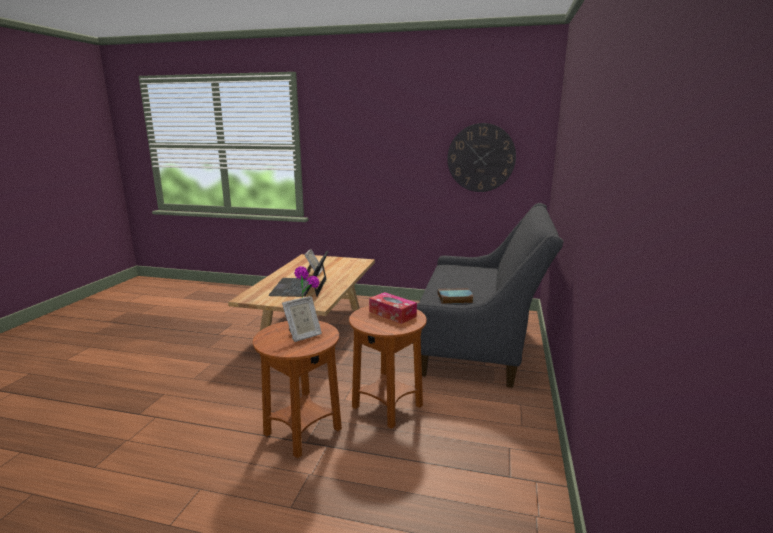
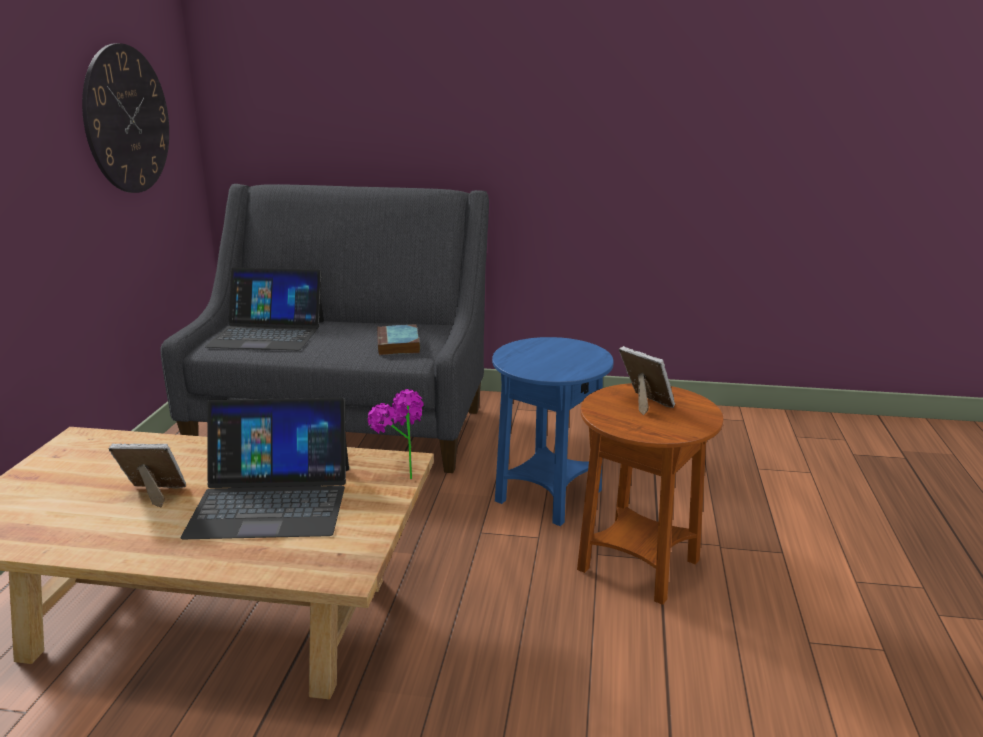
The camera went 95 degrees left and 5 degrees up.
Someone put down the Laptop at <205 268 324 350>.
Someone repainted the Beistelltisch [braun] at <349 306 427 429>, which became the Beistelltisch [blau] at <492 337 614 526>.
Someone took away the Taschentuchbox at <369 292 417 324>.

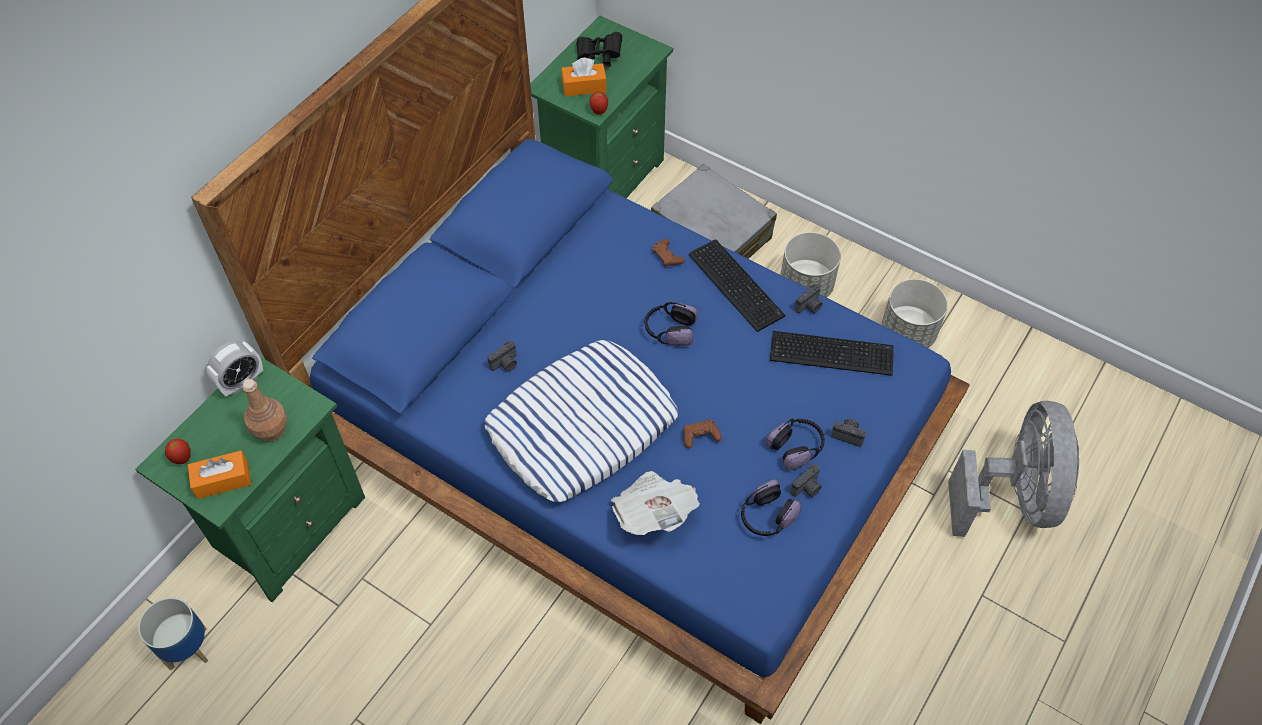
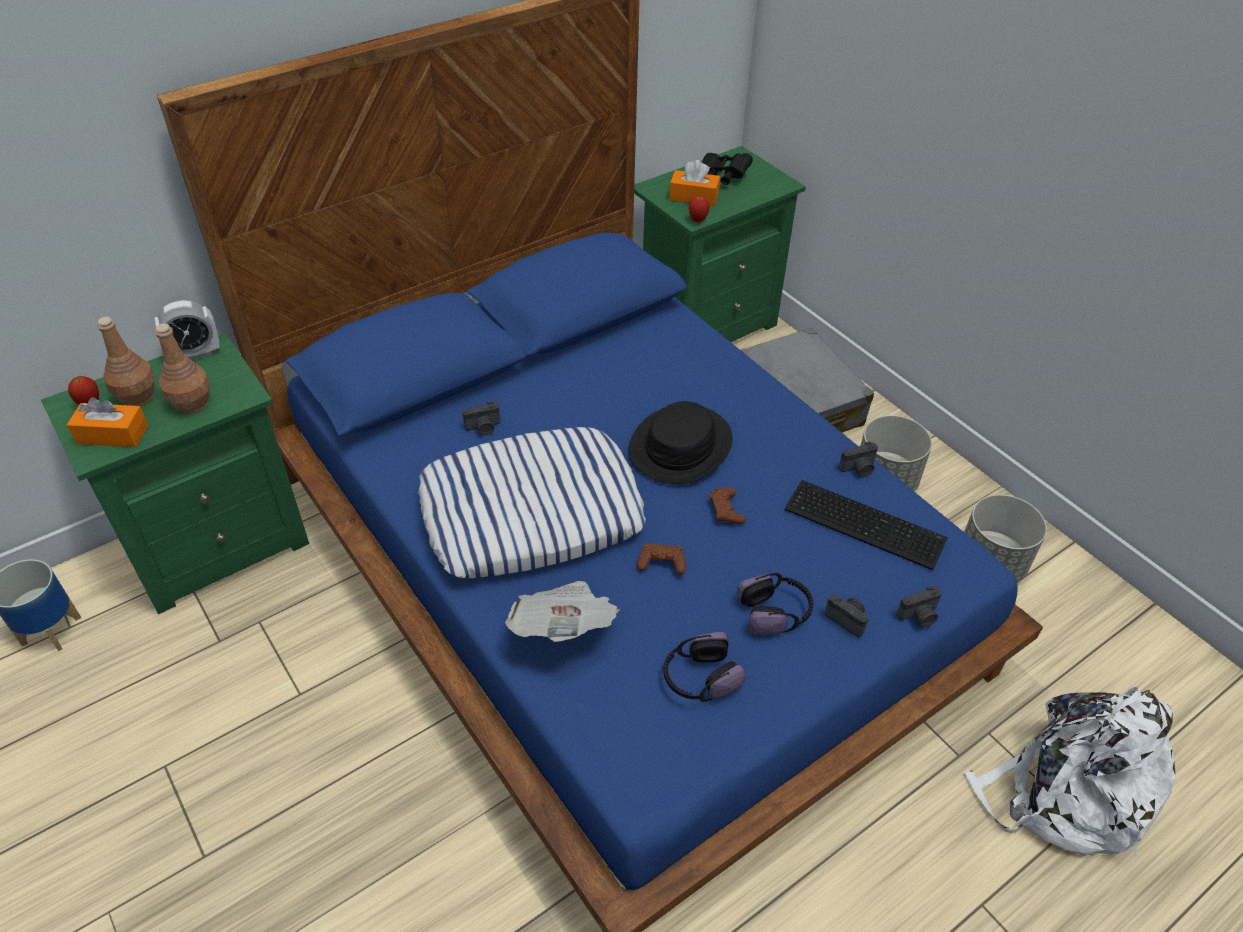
The camera went 20 degrees right and 10 degrees down.
Someone put down the Flasche [braun] at <97 317 155 406>.
Someone swapped the Kopfhörer at <645 302 698 346> for the Hut [schwarz] at <629 401 733 484>.
Someone carried the Gamepad [braun] from <652 239 684 267> to <709 488 746 524>.
Someone carried the Kamera from <791 464 822 497> to <896 586 942 627>.
Someone swapped the Ventilator [grau] at <948 401 1079 537> for the Rucksack [weiß] at <964 687 1176 858>.
Someone took away the Tastatur at <689 240 786 332>.

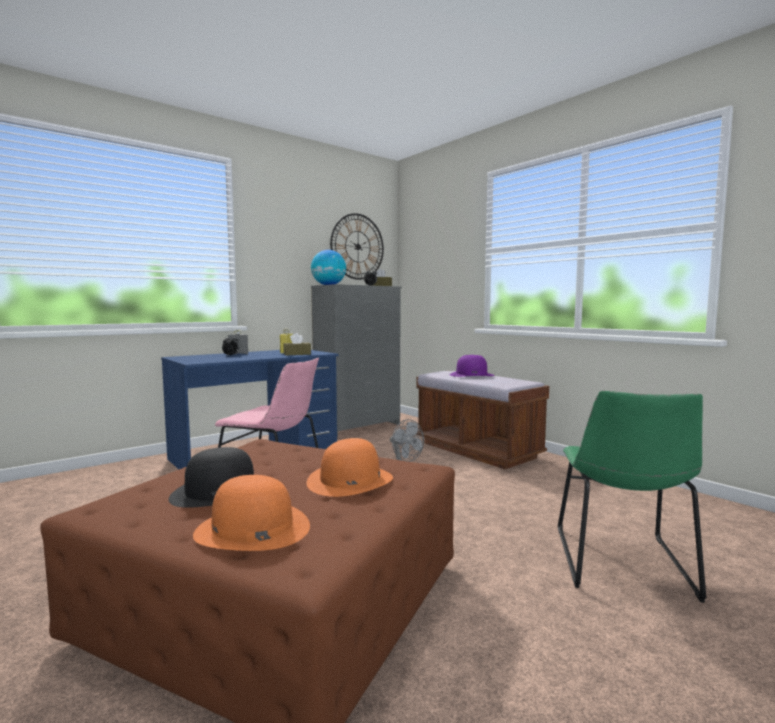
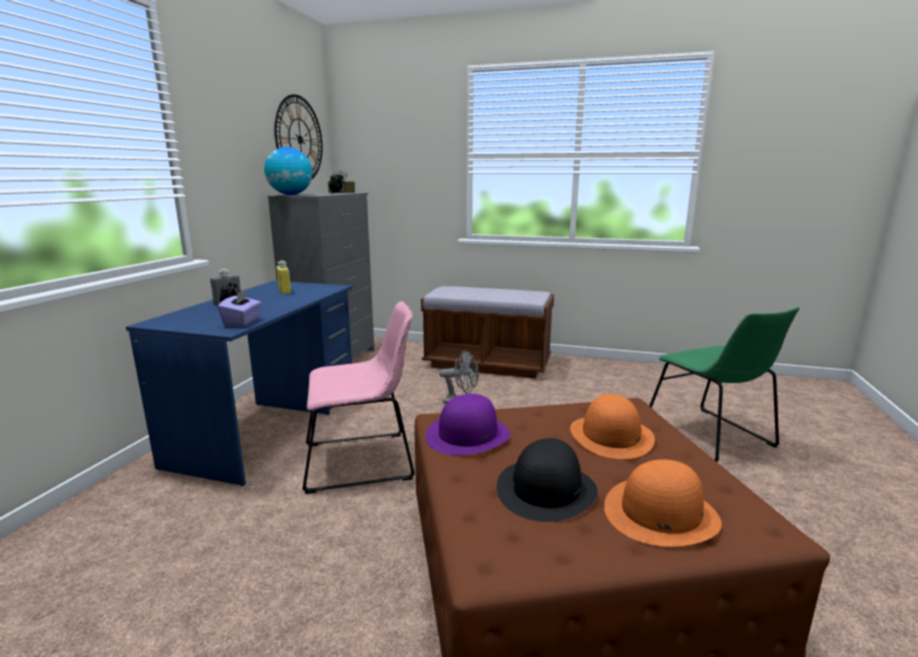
The camera went 35 degrees left and 10 degrees up.
Someone put down the Taschentuchbox [lila] at <218 289 261 327>.
Someone carried the Hut [lila] from <450 355 494 377> to <425 394 510 456>.
Someone took away the Taschentuchbox [braun] at <283 333 311 355>.

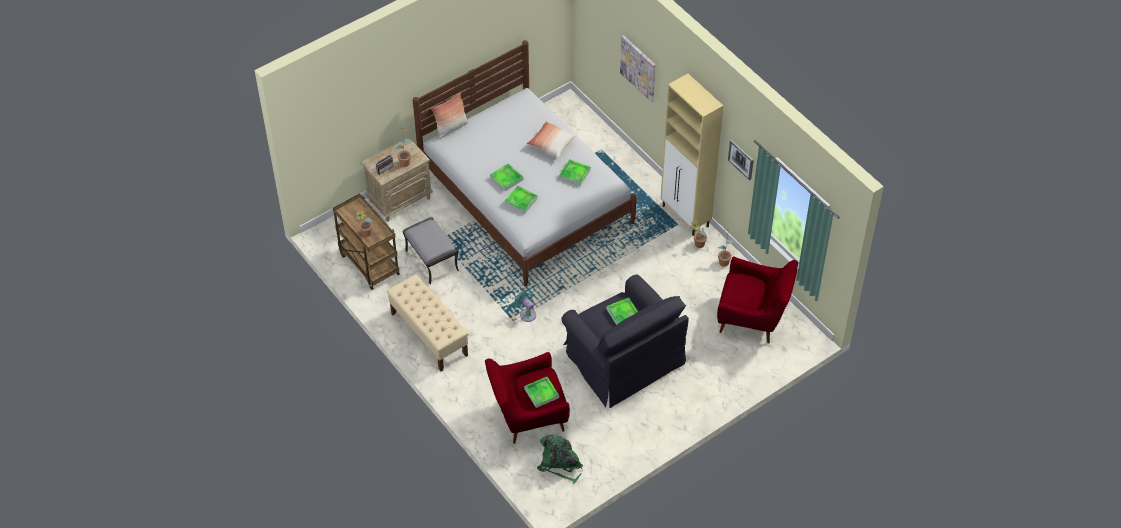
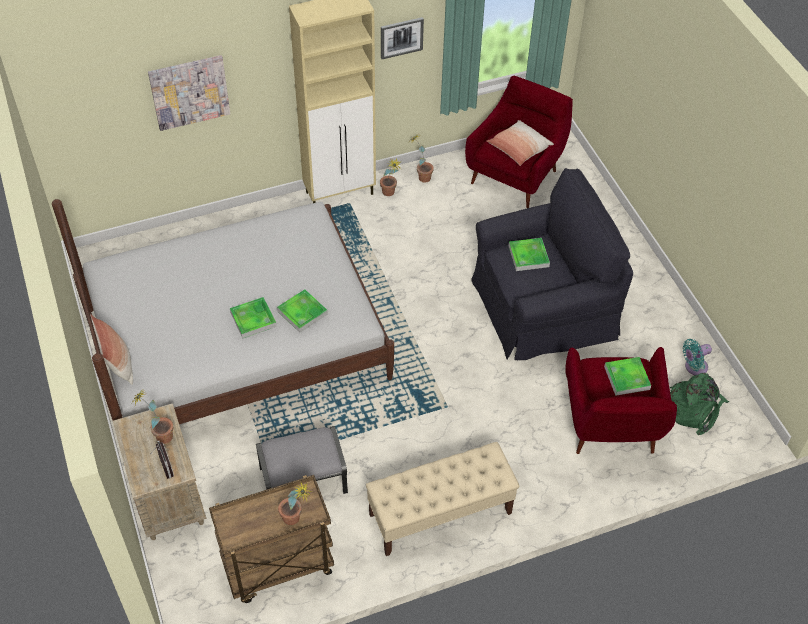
The camera went 75 degrees left and 0 degrees up.
Someone carried the Kissen from <527 121 576 159> to <487 120 554 166>.
Someone carried the Ventilator [türkis] from <514 290 536 322> to <683 339 712 375>.
Someone took away the Tablett at <559 159 591 186>.

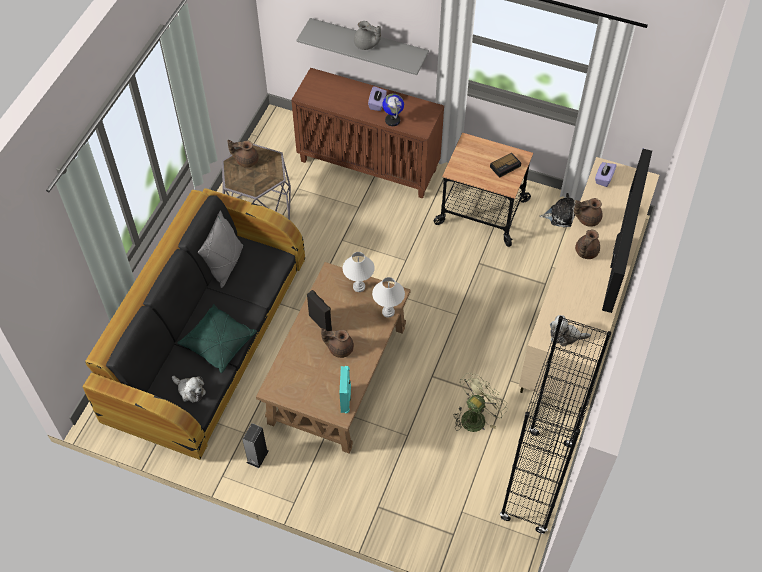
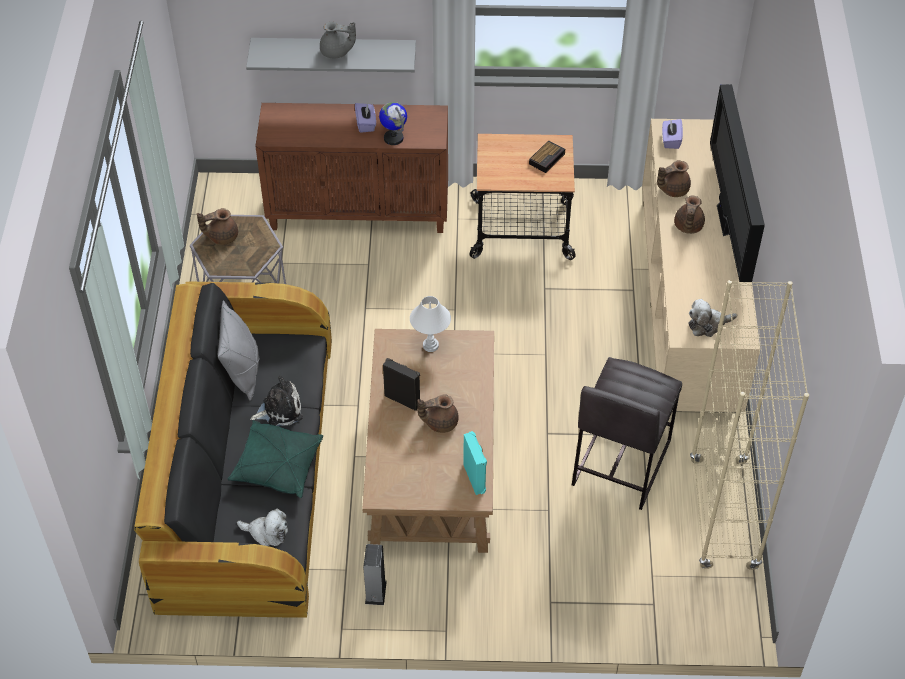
The camera went 20 degrees left and 5 degrees down.
Someone carried the Plüschtier from <539 193 575 228> to <250 375 303 426>.
Someone swapped the Ventilator [grün] at <454 373 508 432> for the Hocker [grau] at <572 357 682 510>.
Someone repainted the Bücherregal [schwarz] at <500 316 611 534>, which became the Bücherregal [beige] at <690 280 809 570>.
Someone took away the Tischlampe [weiß] at <372 277 405 318>.

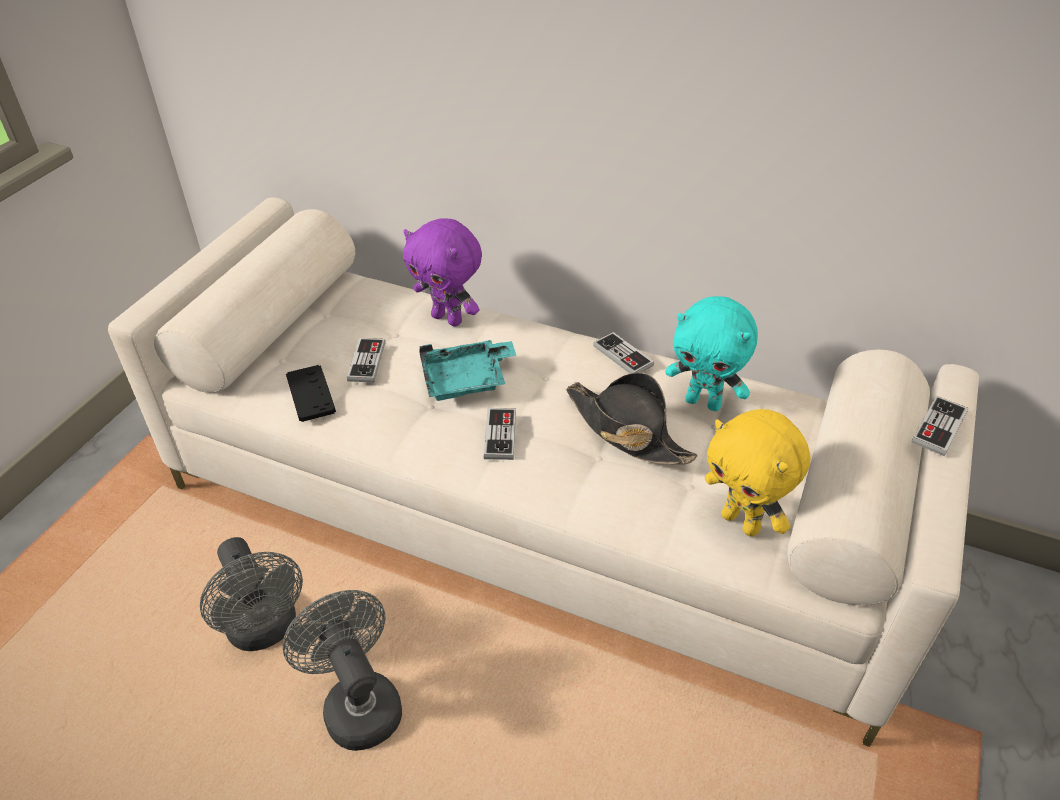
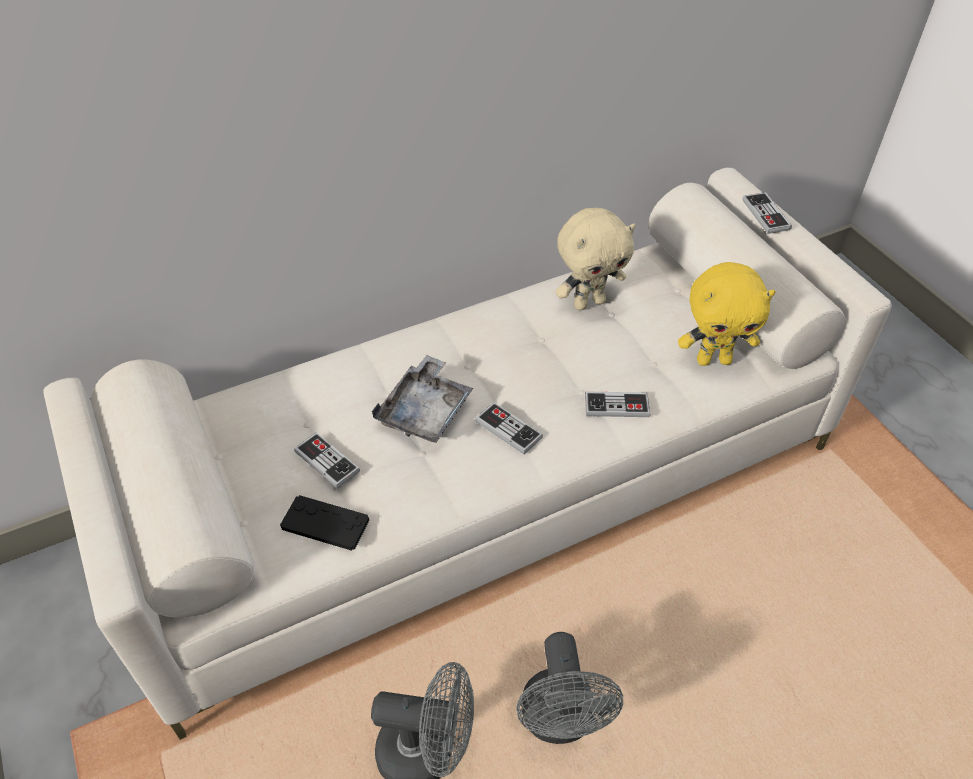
The camera went 50 degrees left and 5 degrees up.
Someone repainted the Tablett [türkis] at <420 340 516 401>, which became the Tablett [grau] at <372 355 473 443>.
Someone rotated the Ventilator [grau] at <282 590 402 751> by 105 degrees counterclockwise.
Someone repainted the Plüschtier [türkis] at <665 296 758 411>, which became the Plüschtier [beige] at <556 208 636 310>.
Someone carried the Gamepad from <593 332 654 373> to <585 391 650 417>.
Someone took away the Plüschtier [lila] at <403 218 482 327>.
Someone took away the Hut [schwarz] at <566 372 697 464>.

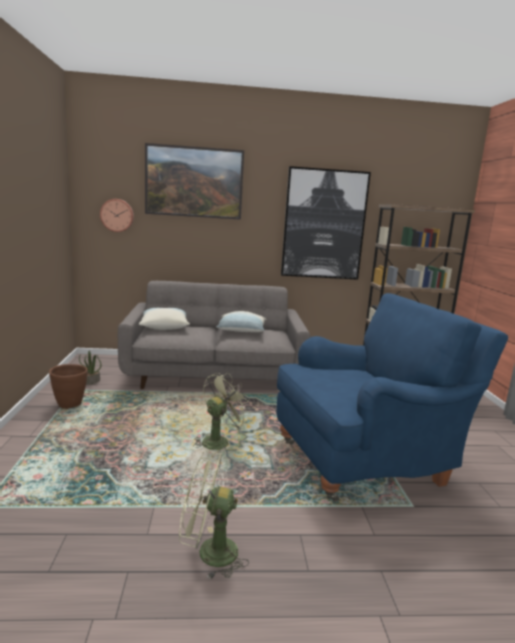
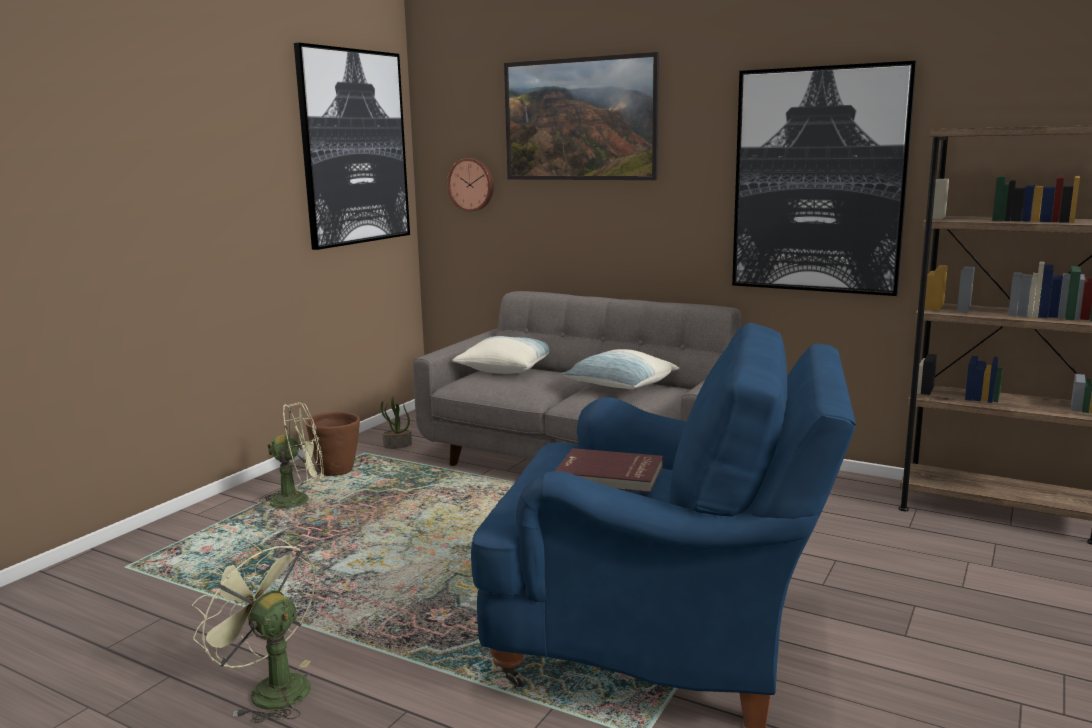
The camera went 35 degrees right and 0 degrees up.
Someone carried the Ventilator [grün] from <193 373 250 450> to <259 402 324 513>.
Someone put up the Bild at <294 43 410 250>.
Someone put down the Buch [rot] at <555 448 663 493>.

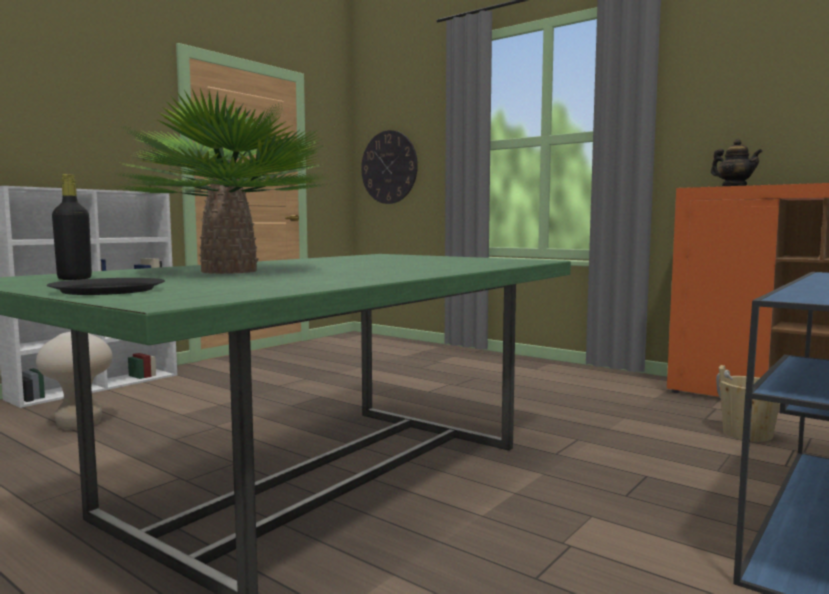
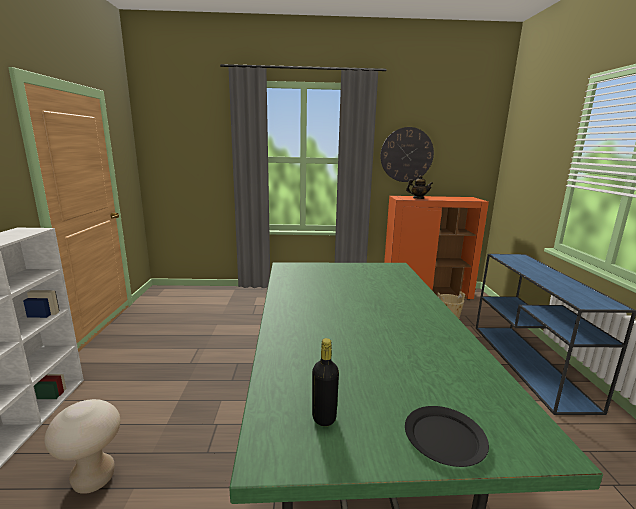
The camera went 40 degrees left and 10 degrees up.
Someone carried the Wanduhr from <361 130 418 204> to <380 127 434 182>.
Someone took away the Topfpflanze at <111 88 329 274>.

